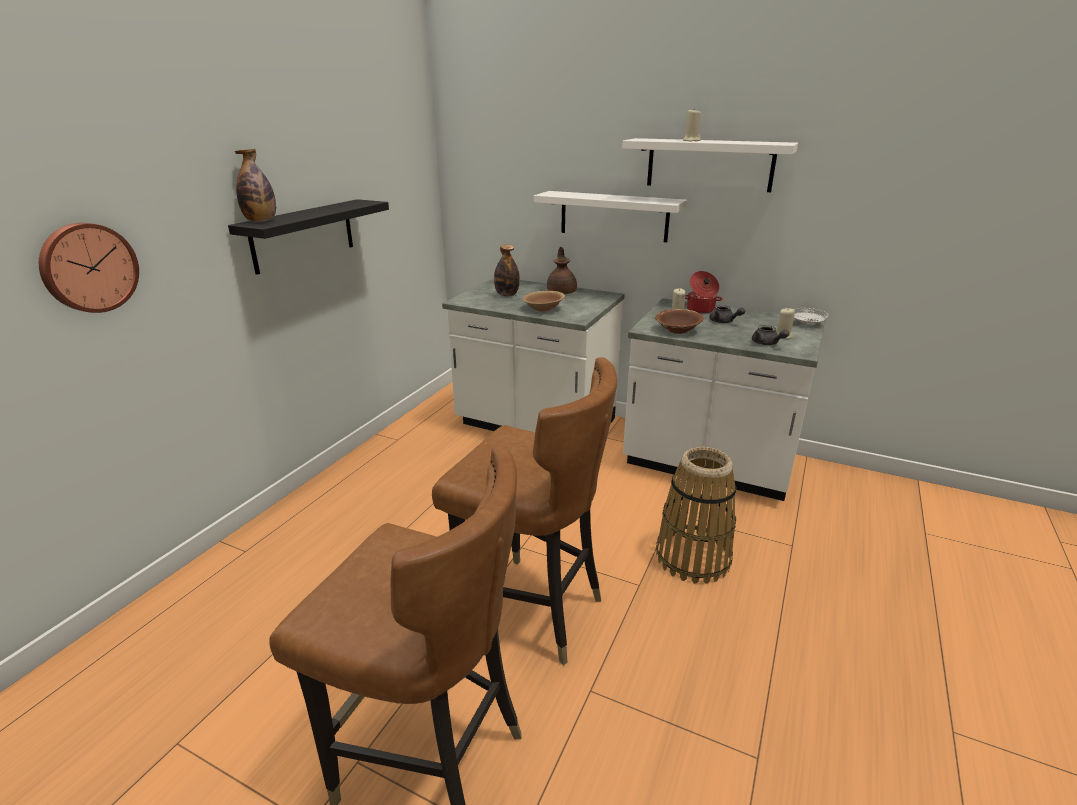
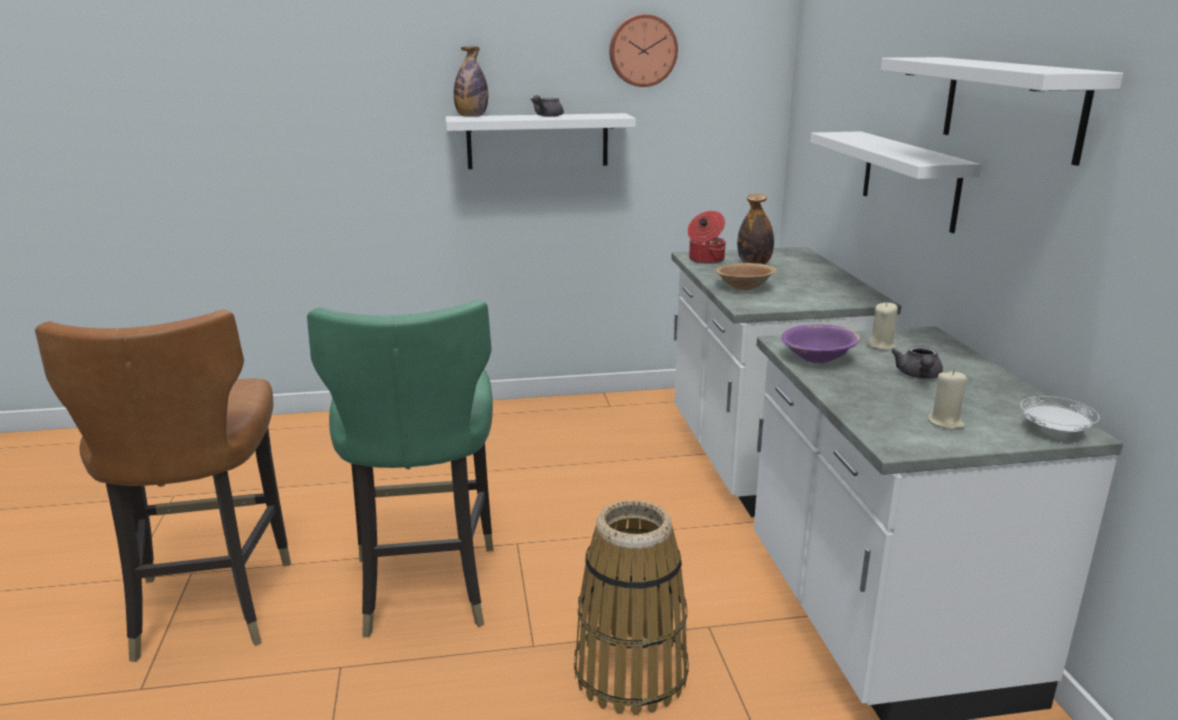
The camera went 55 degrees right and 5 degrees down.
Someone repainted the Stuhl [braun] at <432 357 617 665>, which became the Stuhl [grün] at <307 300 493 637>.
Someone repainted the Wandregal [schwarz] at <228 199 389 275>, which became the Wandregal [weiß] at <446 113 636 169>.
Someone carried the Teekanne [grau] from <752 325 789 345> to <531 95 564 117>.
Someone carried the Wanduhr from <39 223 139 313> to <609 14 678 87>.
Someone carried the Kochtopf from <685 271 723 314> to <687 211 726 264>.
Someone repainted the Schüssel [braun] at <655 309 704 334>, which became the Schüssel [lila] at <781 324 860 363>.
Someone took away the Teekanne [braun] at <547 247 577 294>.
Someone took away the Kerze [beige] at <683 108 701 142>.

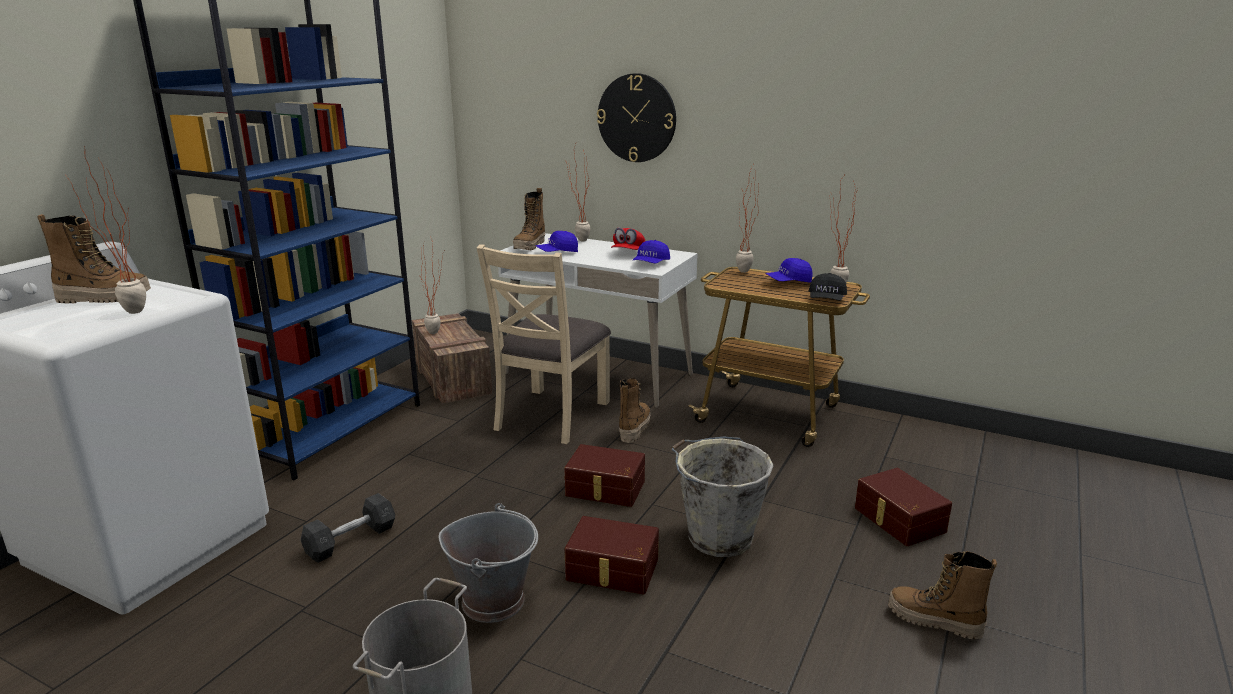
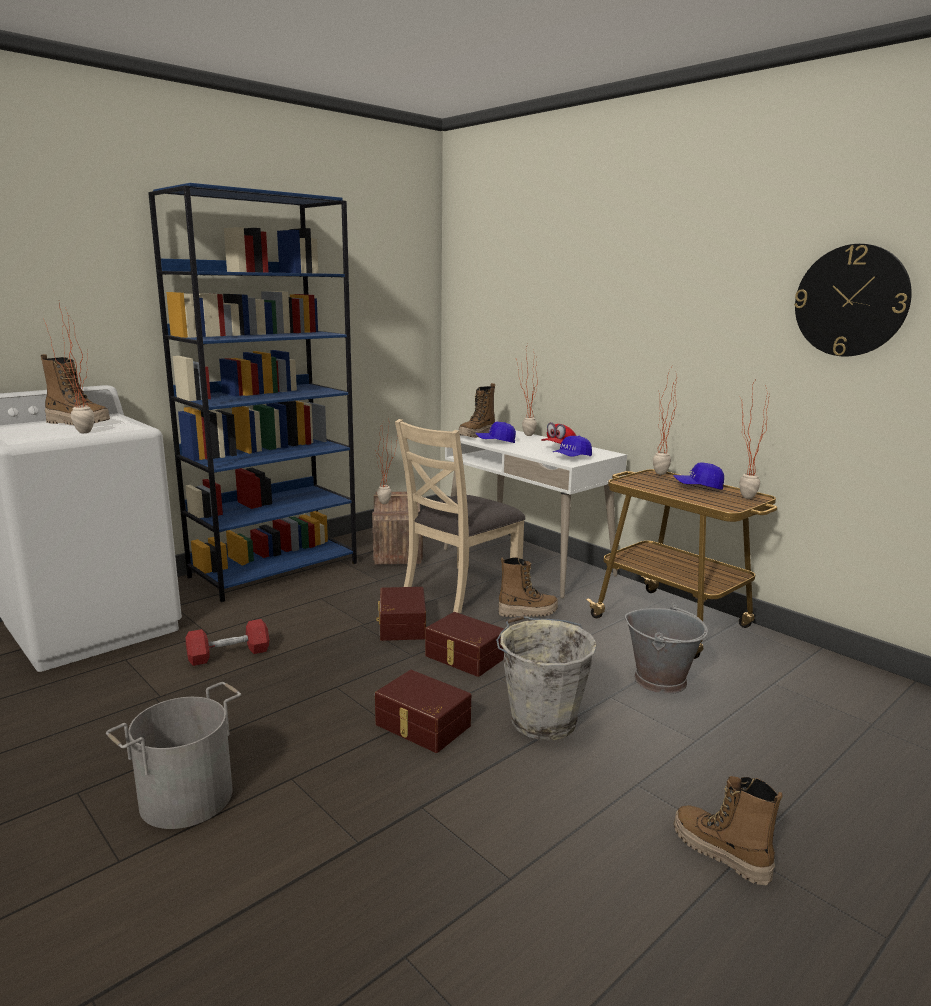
The camera went 20 degrees right and 5 degrees down.
Someone repainted the Hantel [grau] at <301 493 395 563>, which became the Hantel [rot] at <186 619 269 666>.
Someone carried the Aufbewahrungsbox [braun] from <855 468 952 546> to <376 587 426 641>.
Someone rotated the Stiefel at <619 378 651 443> by 45 degrees clockwise.
Someone carried the Eimer [grau] from <439 503 538 623> to <625 602 708 694>.
Someone carried the Wanduhr from <597 73 676 162> to <794 244 912 357>.
Someone took away the Kappe [schwarz] at <809 273 847 301>.

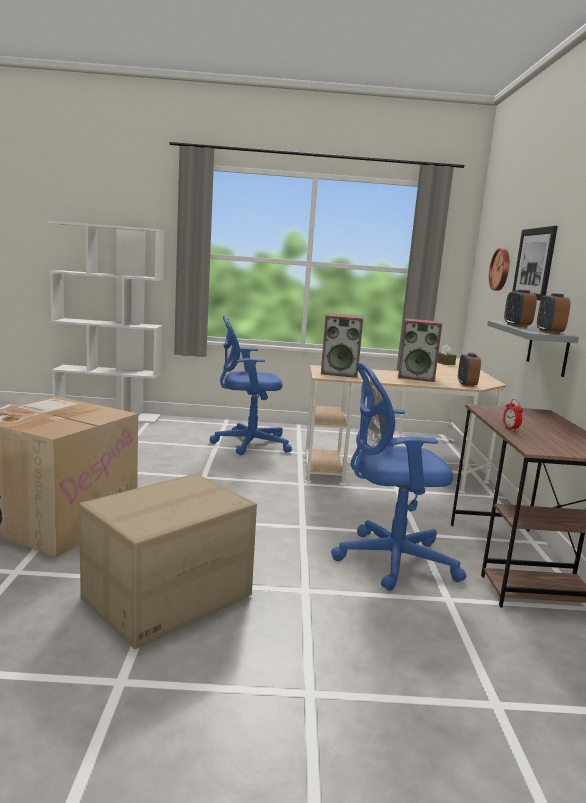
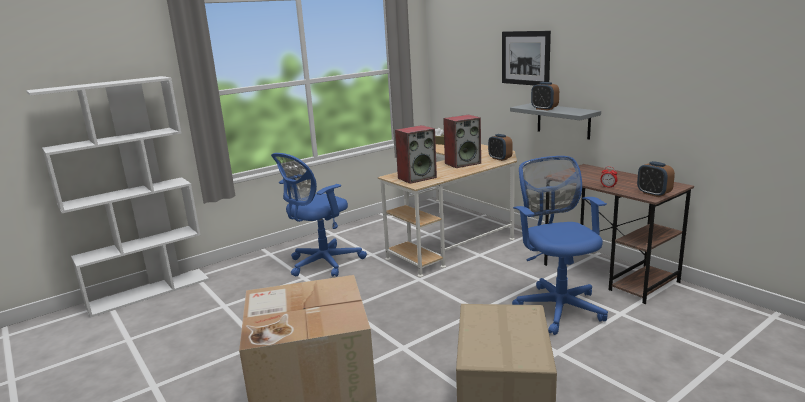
The camera went 35 degrees left and 5 degrees up.
Someone rotated the Bürostuhl [blau] at <331 362 466 591> by 120 degrees clockwise.
Someone carried the Wecker from <537 293 571 334> to <637 161 675 197>.
Someone took away the Wanduhr at <489 248 509 291>.

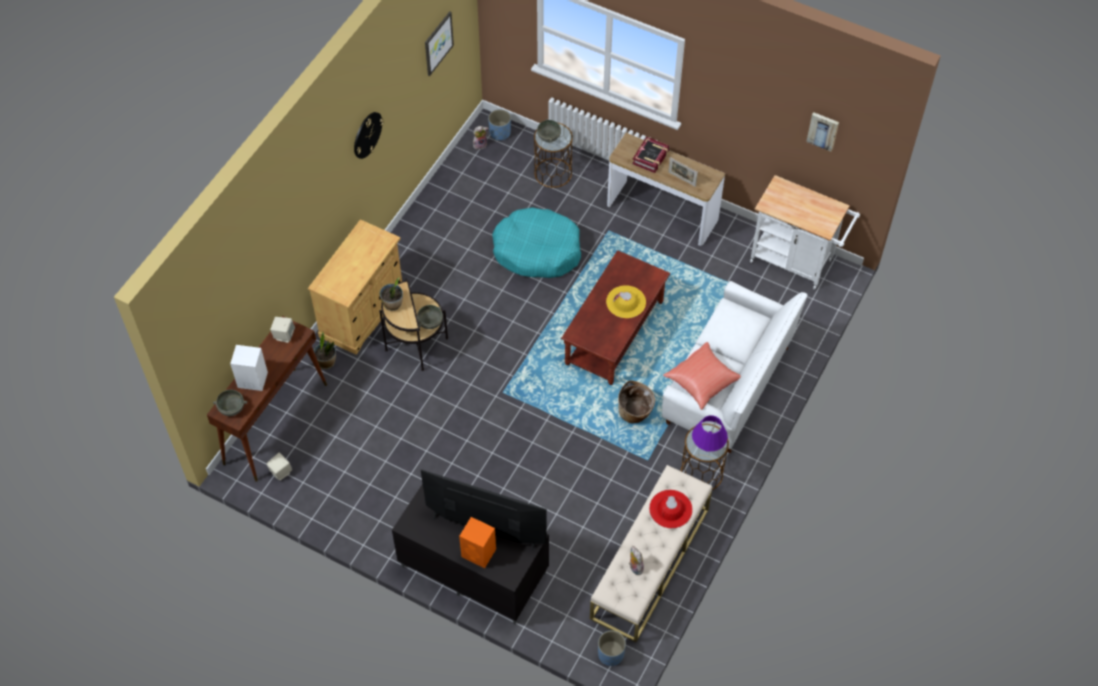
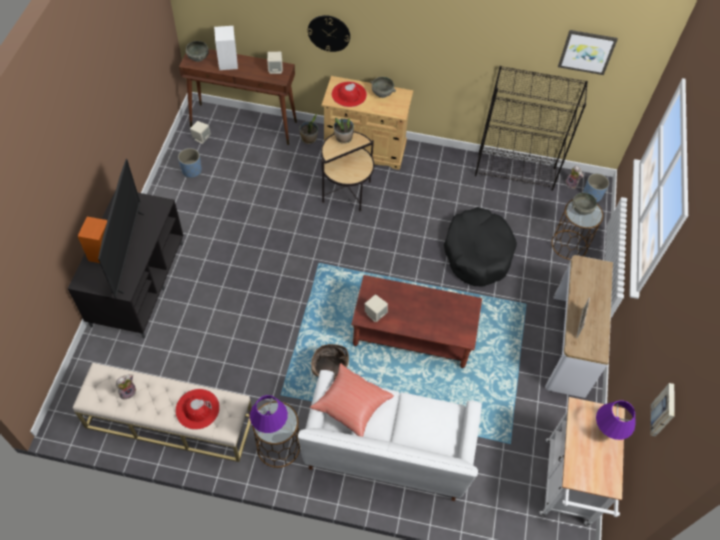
The camera went 70 degrees right and 0 degrees up.
Someone carried the Pflanzkübel [blau] from <598 630 626 666> to <178 148 202 178>.
Someone carried the Wanduhr from <354 112 384 159> to <308 15 350 52>.
Someone put down the Hut [rot] at <332 82 367 107>.
Someone put down the Lautsprecher [beige] at <365 294 388 322>.
Someone carried the Schüssel [grau] from <417 305 443 329> to <370 77 396 98>.
Someone repainted the Hundebett [türkis] at <492 207 581 278>, which became the Hundebett [schwarz] at <444 207 517 286>.
Someone put down the Bücherregal [schwarz] at <475 66 588 191>.
Someone put down the Tischlampe [lila] at <596 400 635 440>.
Someone took away the Hut [gelb] at <606 285 646 318>.
Someone took away the Buch at <632 137 669 173>.

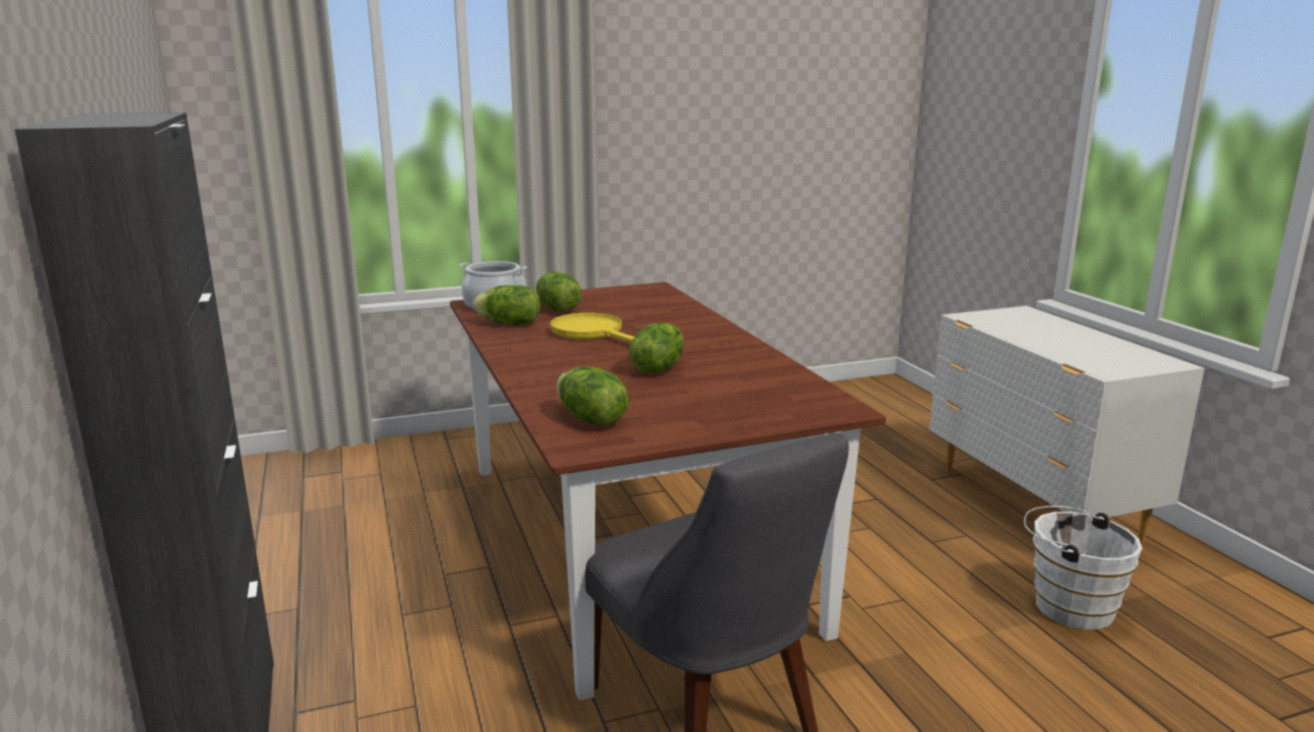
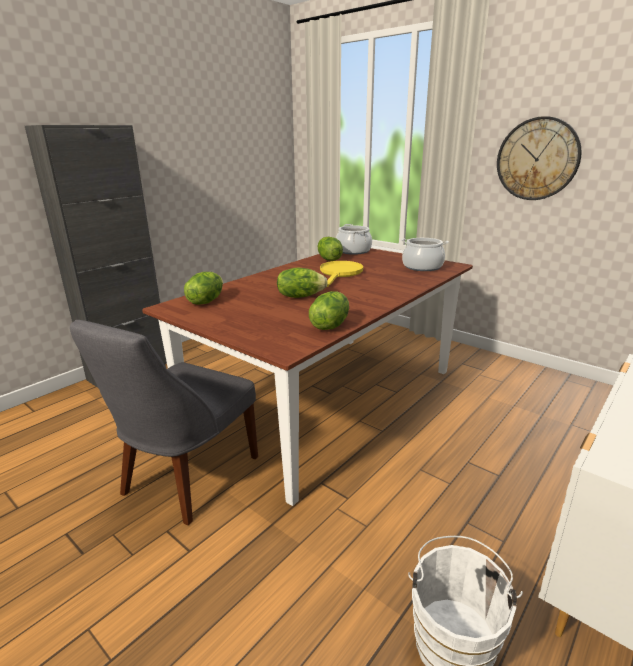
The camera went 60 degrees right and 5 degrees up.
Someone carried the Salatkopf from <536 272 581 311> to <309 291 349 330>.
Someone put down the Kochtopf at <401 238 449 271>.
Someone put up the Wanduhr at <497 116 582 200>.

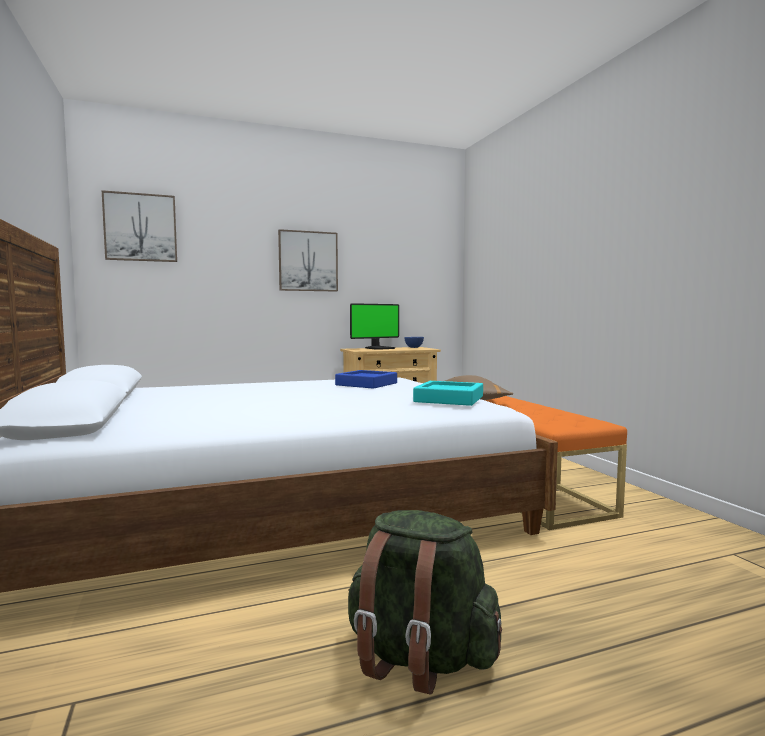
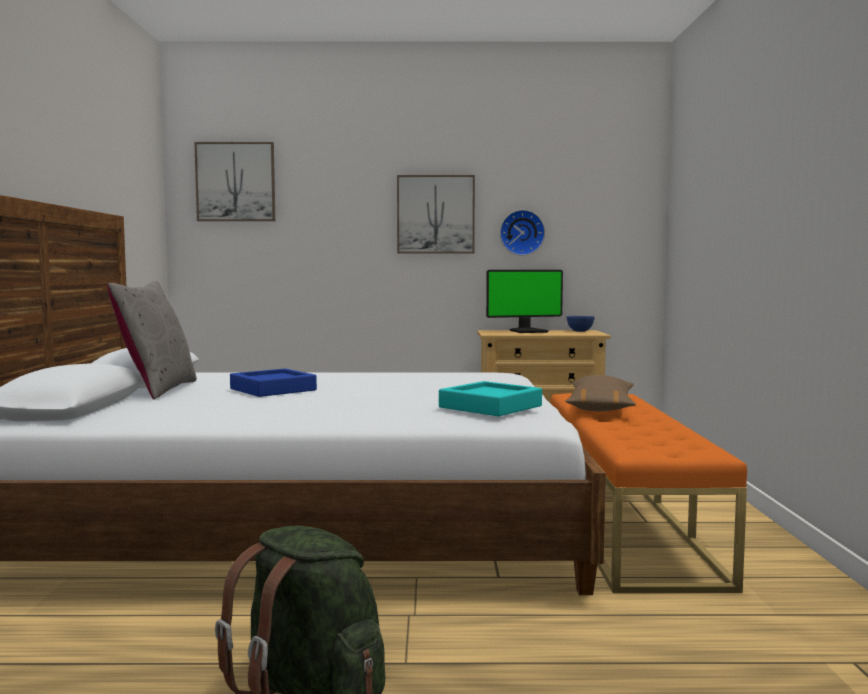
The camera went 20 degrees right and 0 degrees up.
Someone put down the Kissen [grau] at <107 281 197 399>.
Someone carried the Tablett [blau] from <335 370 397 389> to <230 368 317 397>.
Someone put up the Wanduhr at <500 210 545 256>.

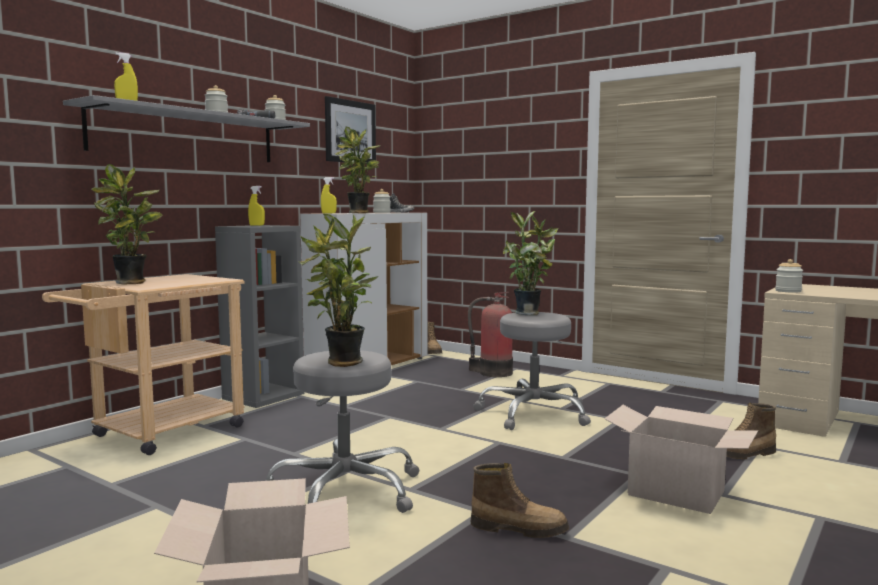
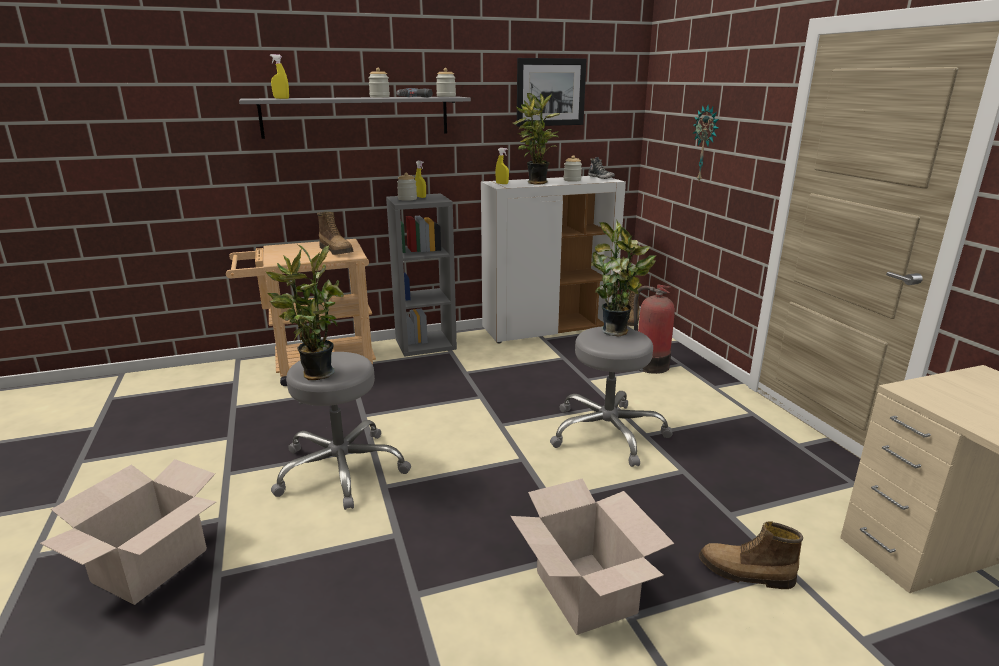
The camera went 35 degrees right and 15 degrees up.
Someone carried the Stiefel from <471 463 569 538> to <317 212 354 255>.
Someone carried the Vorratsglas from <775 259 803 293> to <397 173 417 201>.
Someone put up the Wanduhr at <693 104 719 181>.
Someone took away the Topfpflanze at <91 164 162 284>.

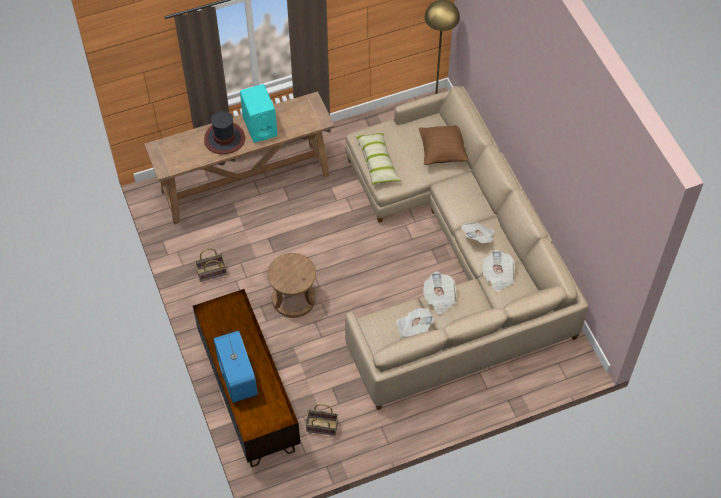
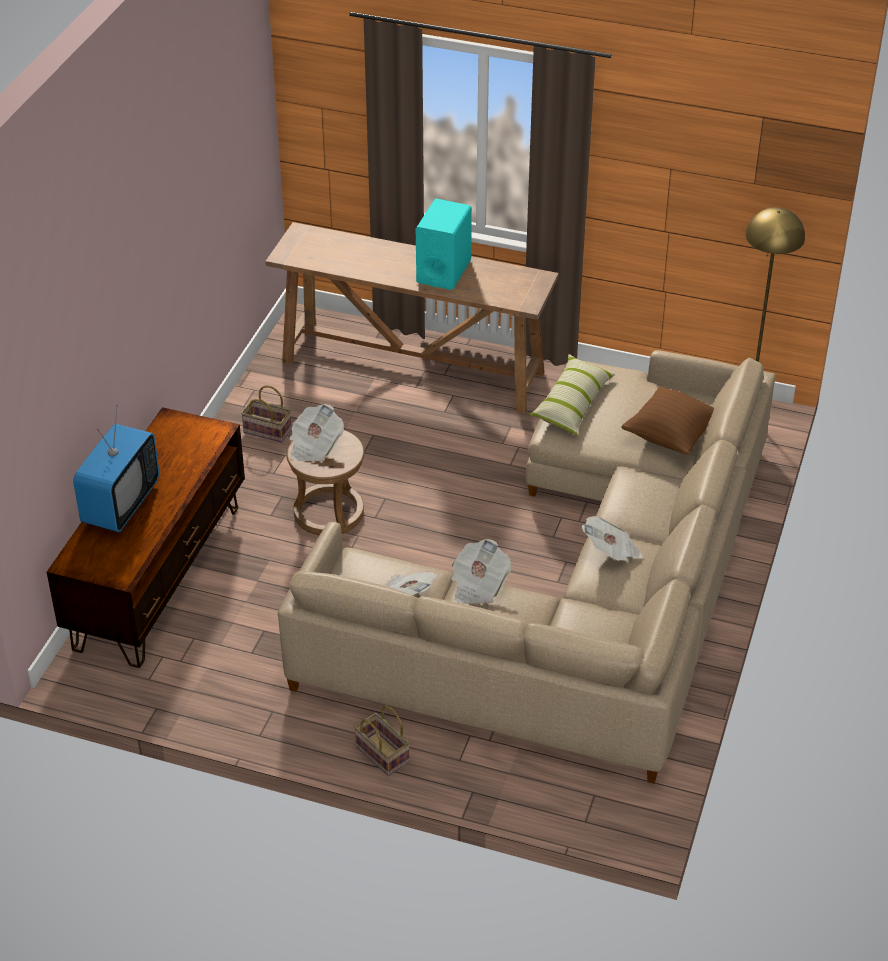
The camera went 40 degrees right and 15 degrees down.
Someone carried the Zeitung from <482 250 515 292> to <289 404 344 462>.
Someone carried the Korb from <305 404 338 436> to <354 705 410 776>.
Someone took away the Hut at <204 111 245 154>.

